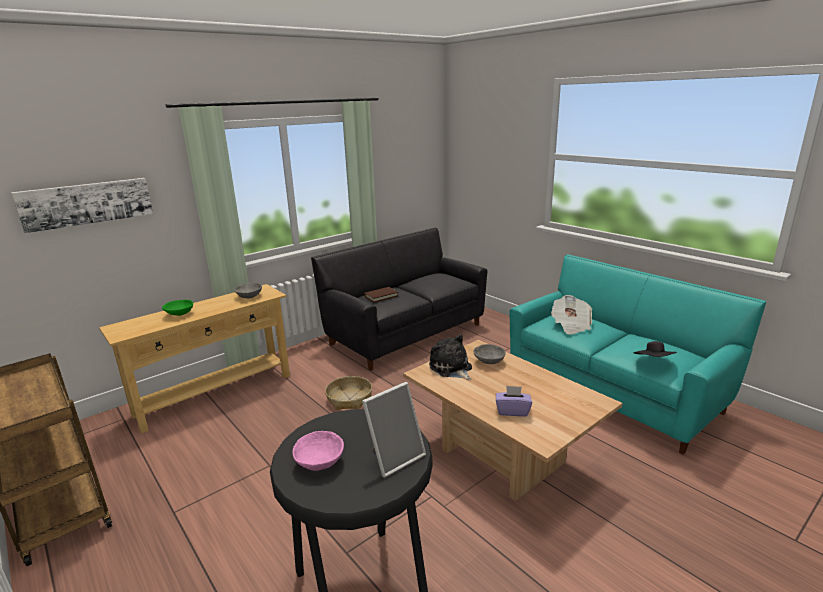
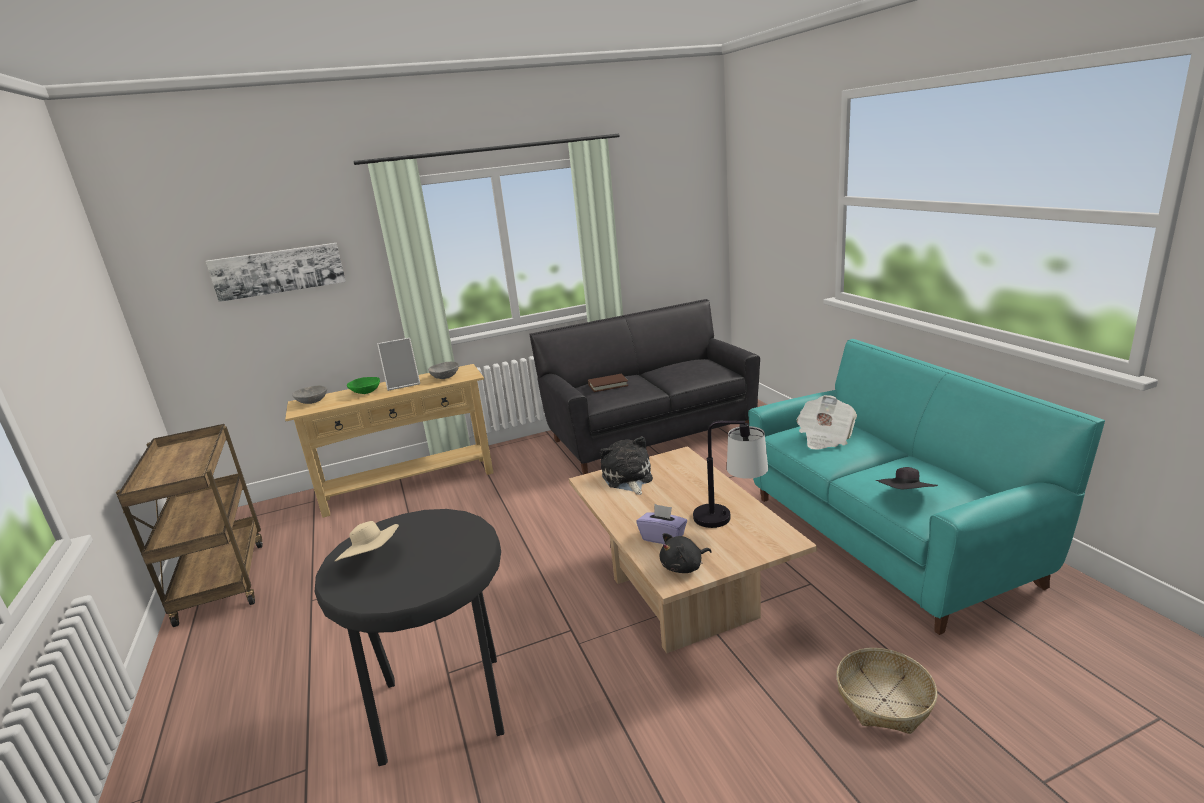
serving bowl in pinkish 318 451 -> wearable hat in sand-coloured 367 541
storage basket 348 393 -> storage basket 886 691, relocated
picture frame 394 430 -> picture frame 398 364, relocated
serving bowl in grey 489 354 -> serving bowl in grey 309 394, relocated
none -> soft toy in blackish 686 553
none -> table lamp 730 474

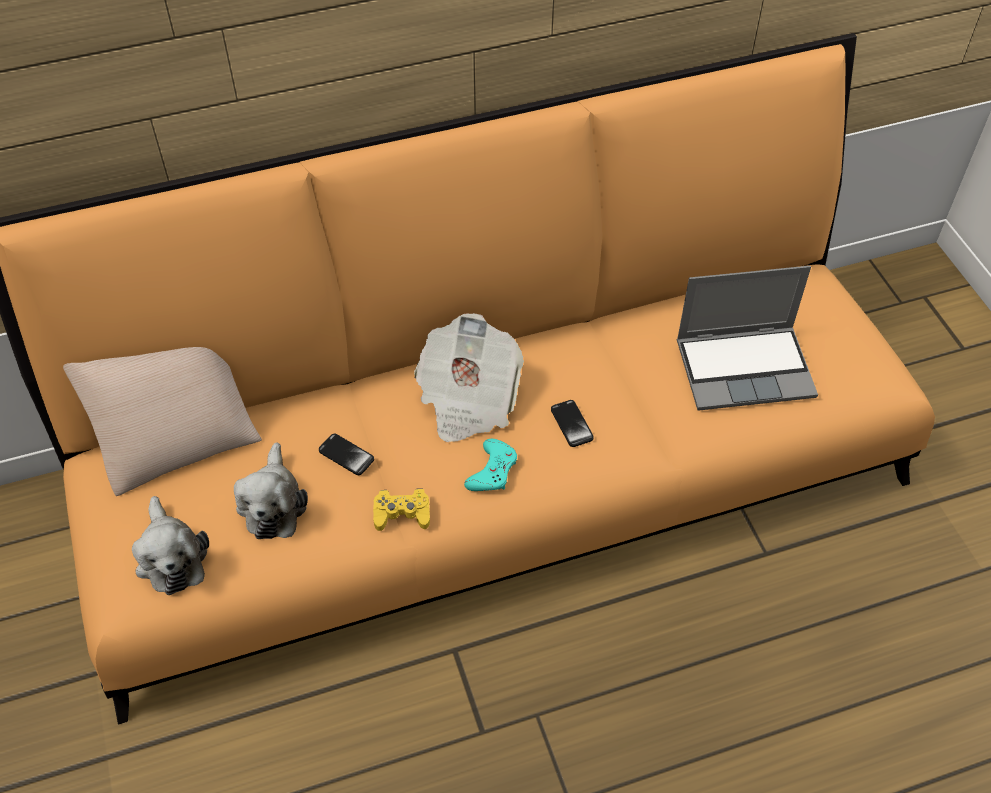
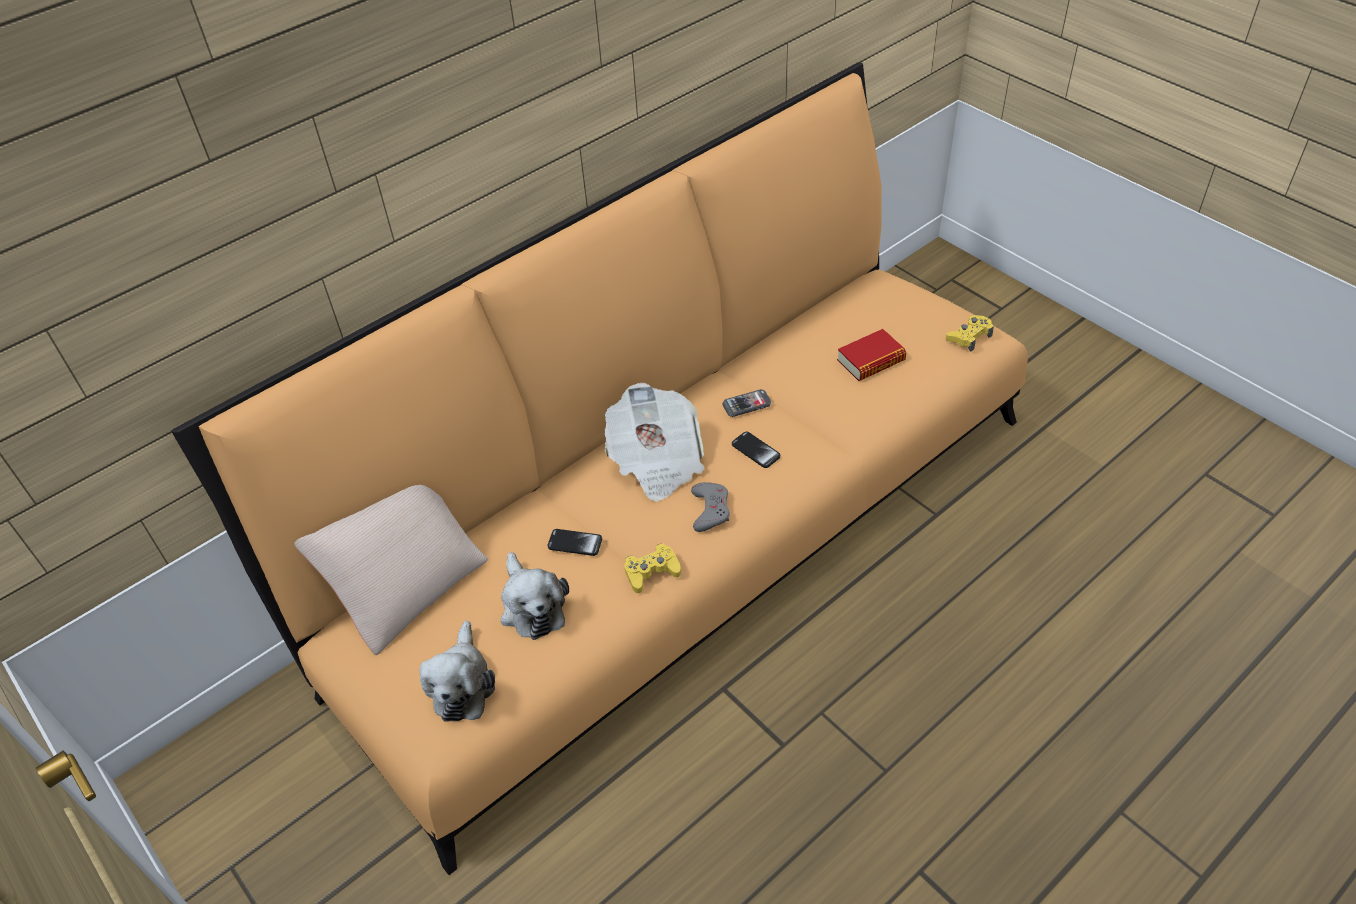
soft toy 170 545 -> soft toy 457 671, 45 degrees clockwise
game controller in blue-green 490 465 -> game controller in grey 710 507
laptop 747 338 -> book 871 355
none -> phone 746 403
none -> game controller in yellow-coloured 970 333

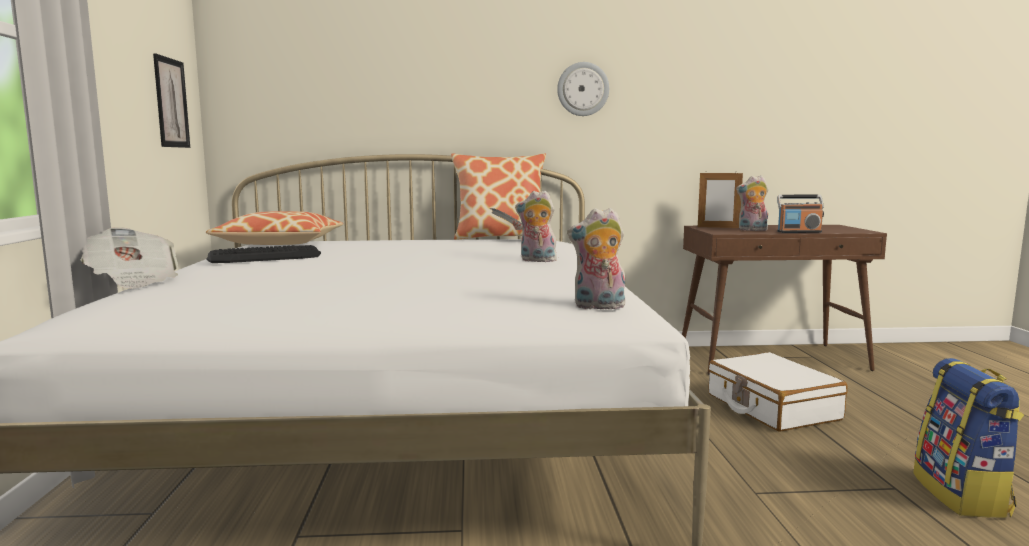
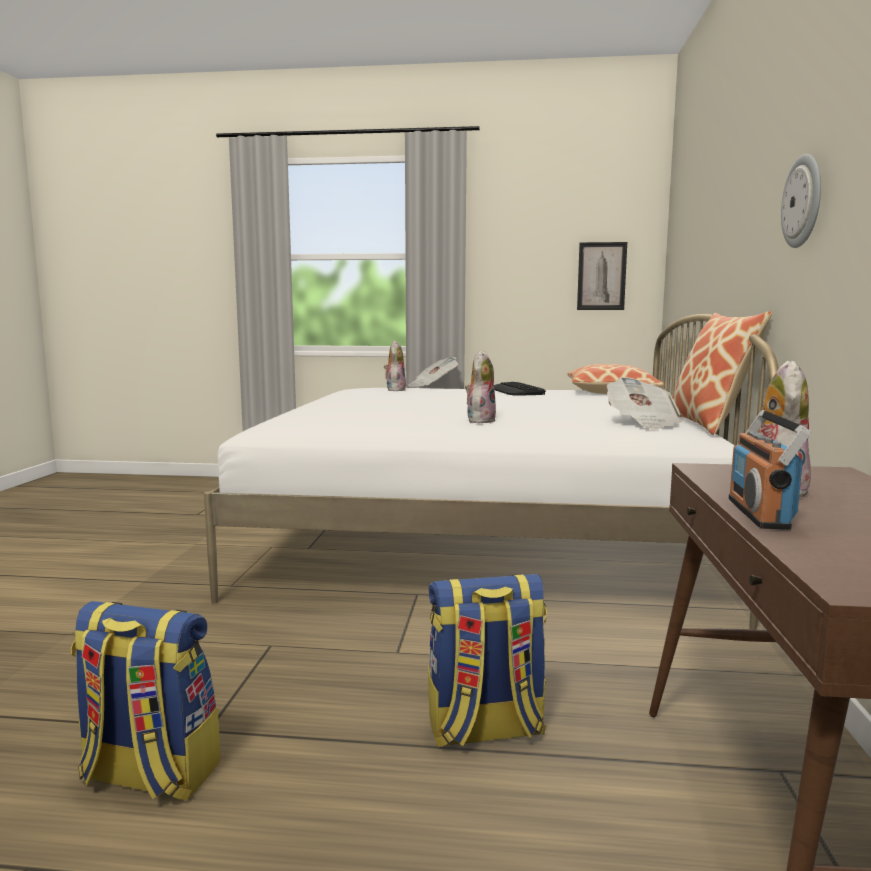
soft toy 596 258 -> soft toy 395 366, relocated
picture frame 720 199 -> none
travel case in white 778 392 -> rucksack 487 660

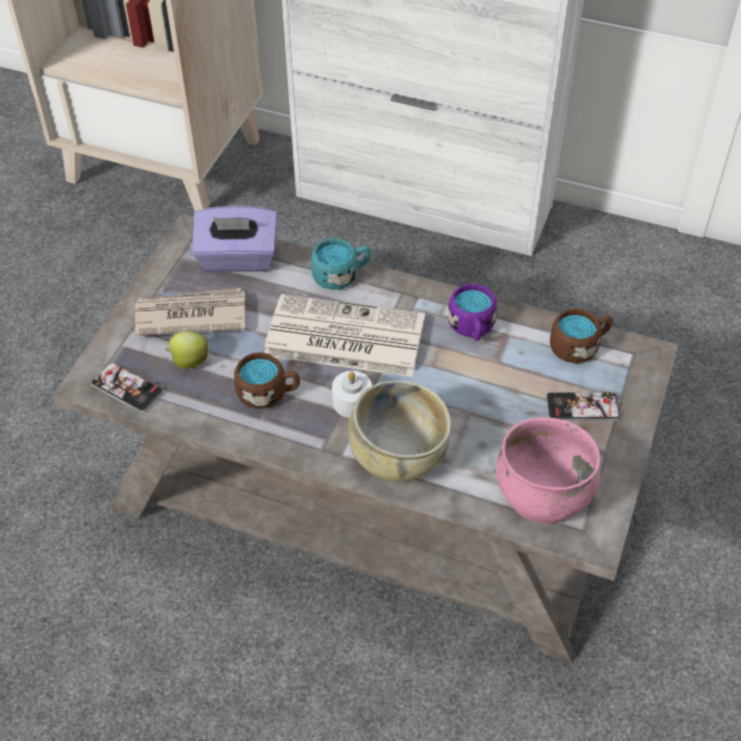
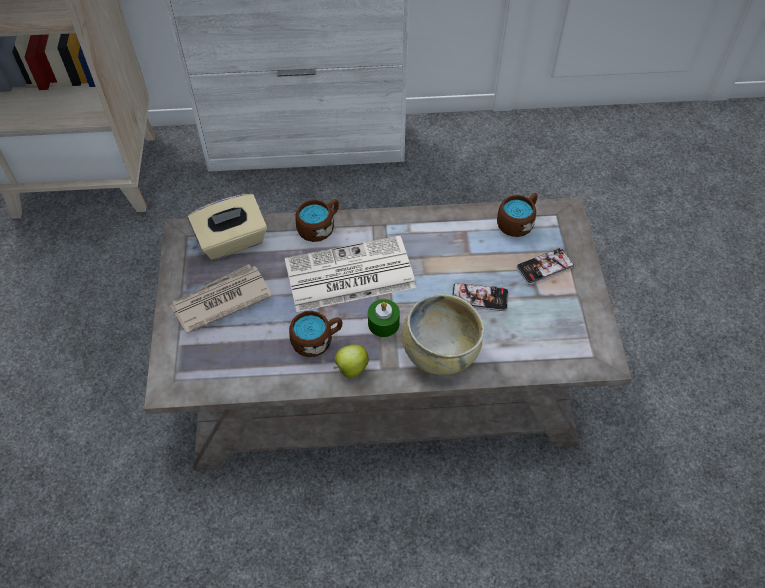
phone 127 388 -> phone 480 297, relocated
whole apple 186 350 -> whole apple 351 361, relocated
box of tissues in purple-coloured 234 239 -> box of tissues in sand-coloured 227 227
tea mug in blue-green 340 264 -> tea mug in brown-coloured 317 220
wax candle in white 352 394 -> wax candle in greenish 384 318
tea mug in purple-coloured 472 312 -> none
serving bowl in pinkish 548 470 -> none

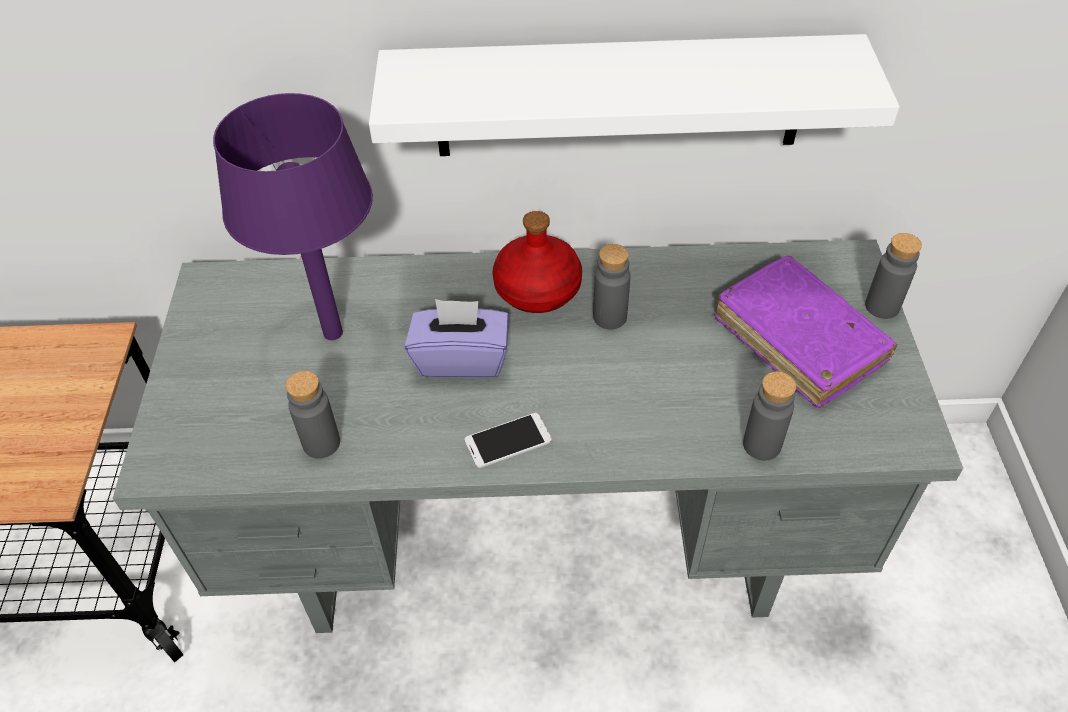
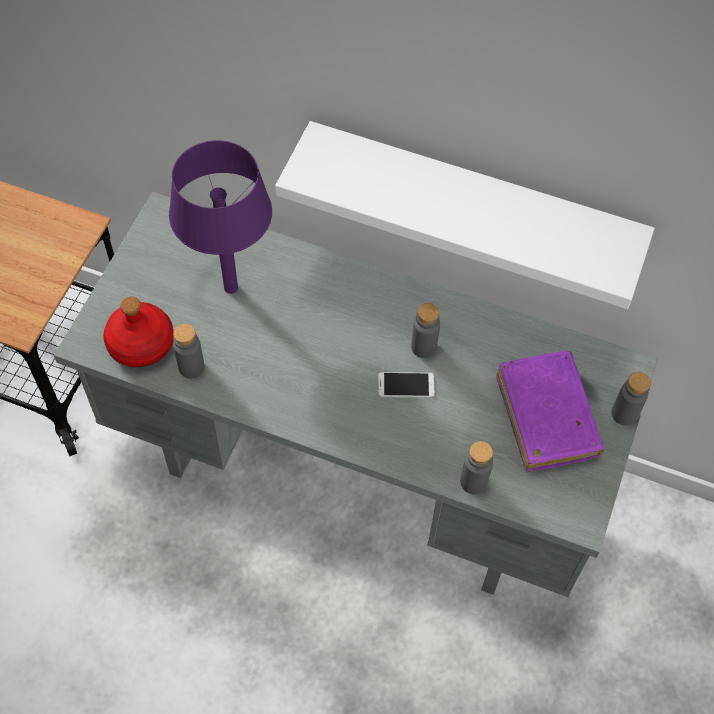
box of tissues in purple-coloured 457 338 -> none
phone 508 440 -> phone 406 385, relocated
bottle in red 537 262 -> bottle in red 138 332, relocated

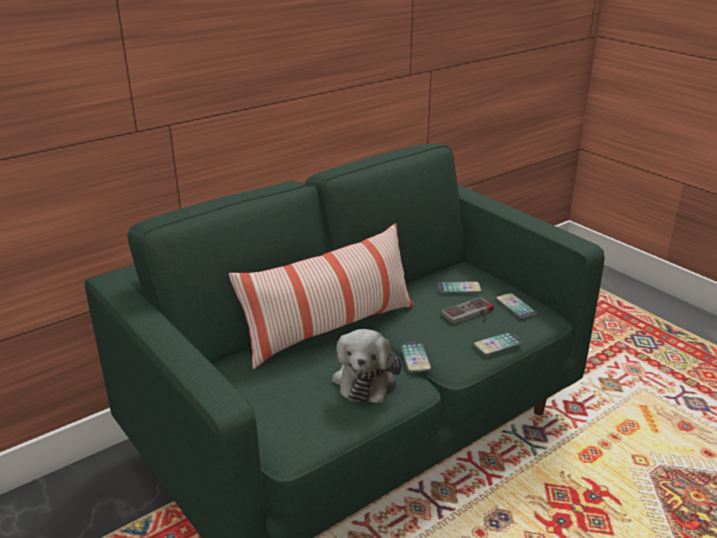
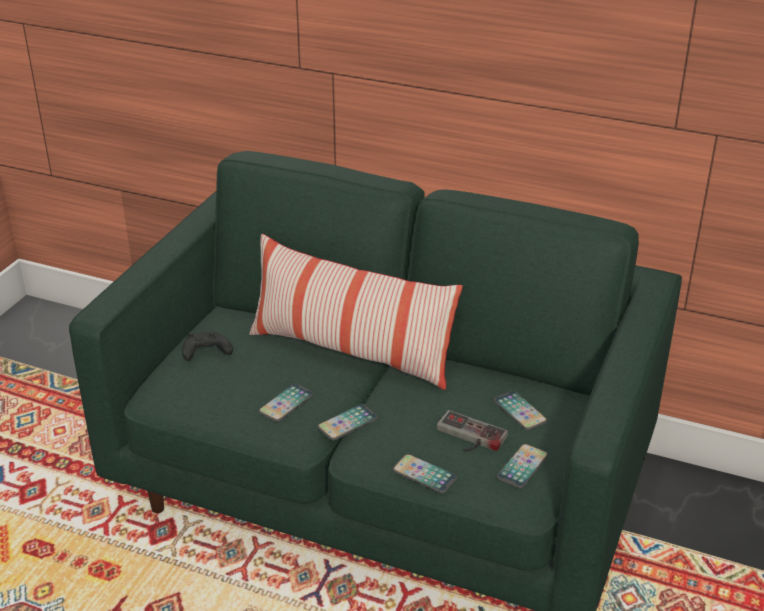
soft toy 367 366 -> phone 286 403
none -> game controller in blackish 207 346

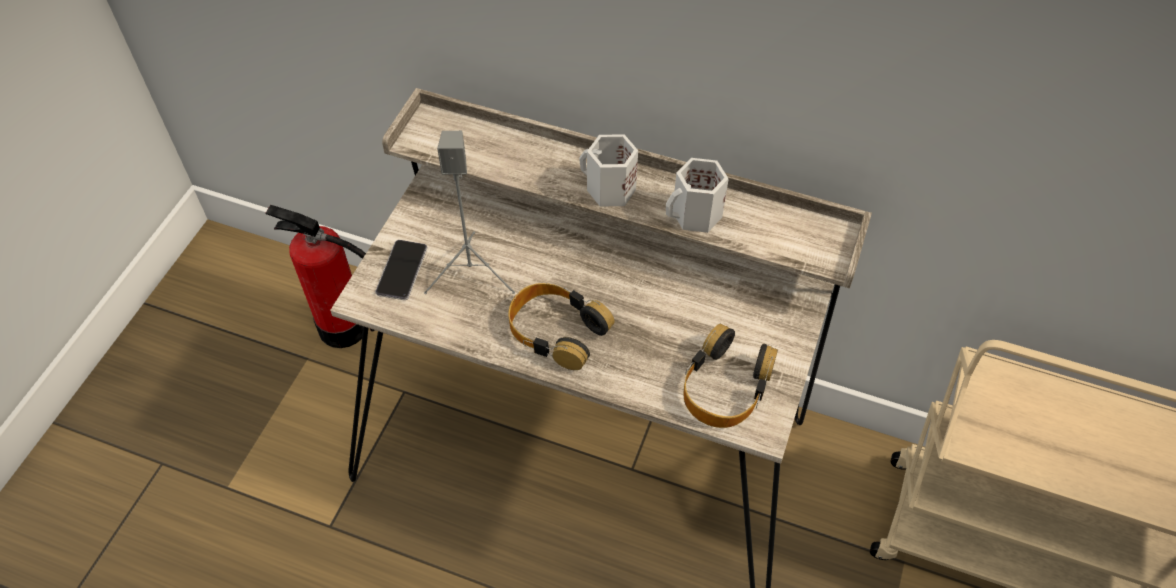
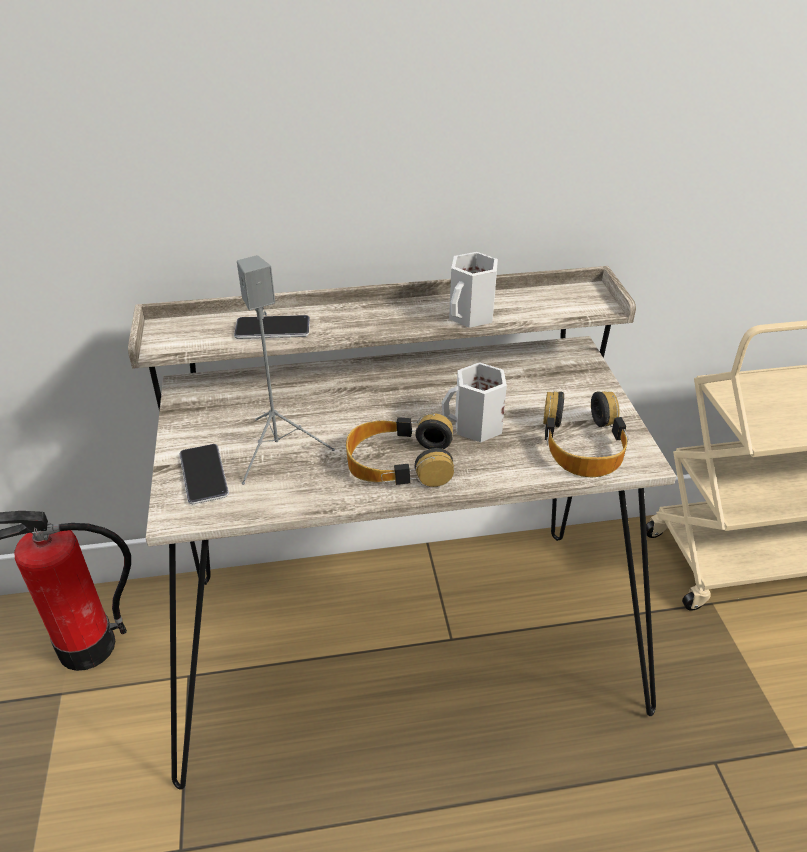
tea mug in white 608 170 -> tea mug in white 474 402, relocated
none -> phone 272 327

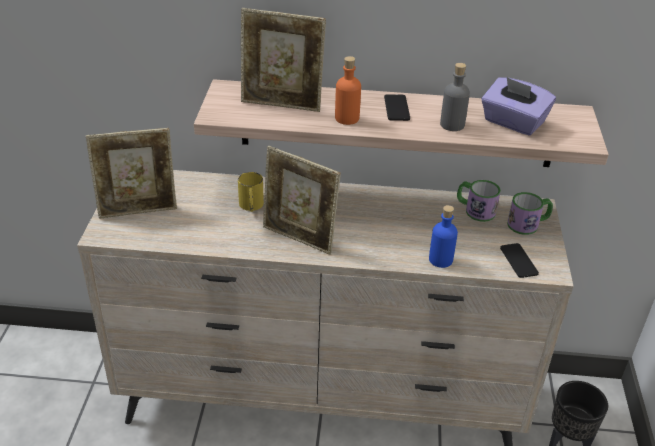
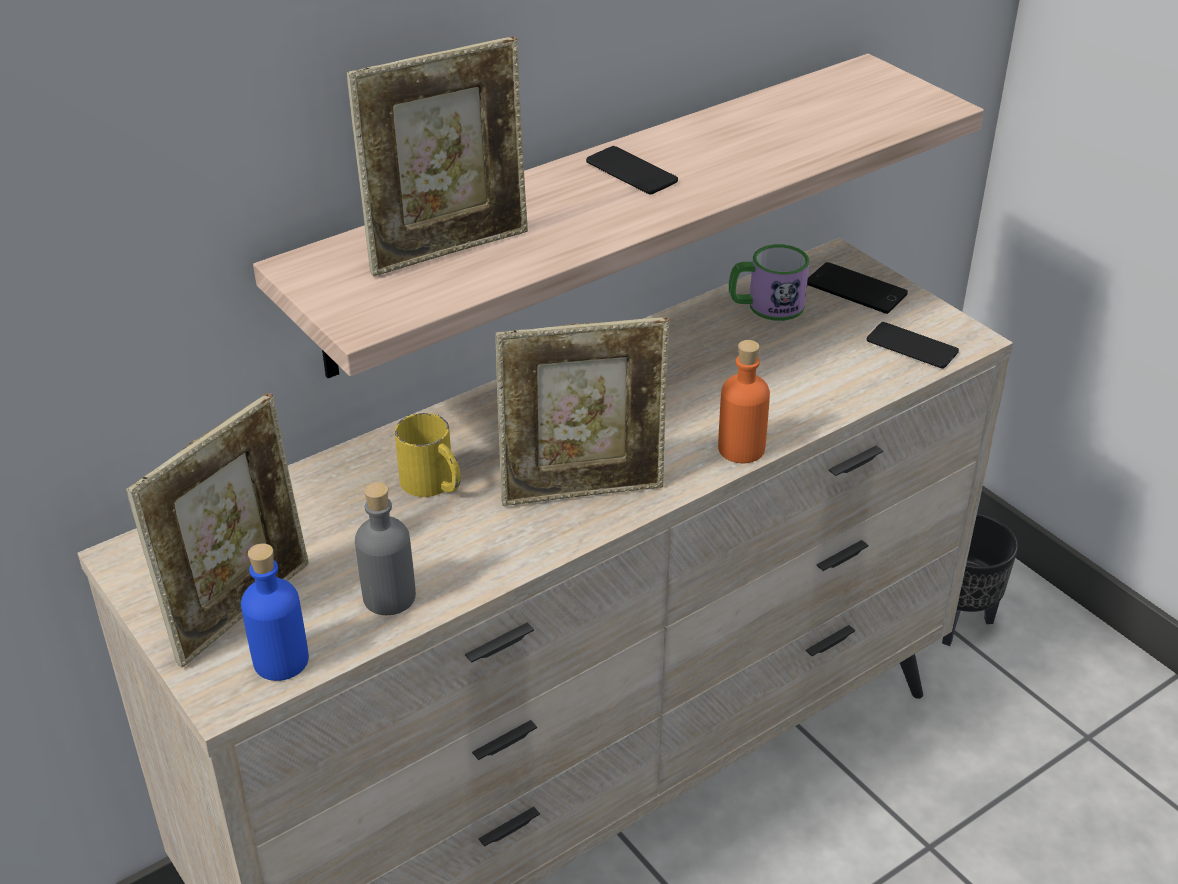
bottle in orange 348 90 -> bottle in orange 744 401, relocated
bottle in blue 443 236 -> bottle in blue 275 612, relocated
bottle in grey 455 97 -> bottle in grey 385 548, relocated
box of tissues in purple-coloured 519 106 -> none
tea mug 530 213 -> phone 857 288

